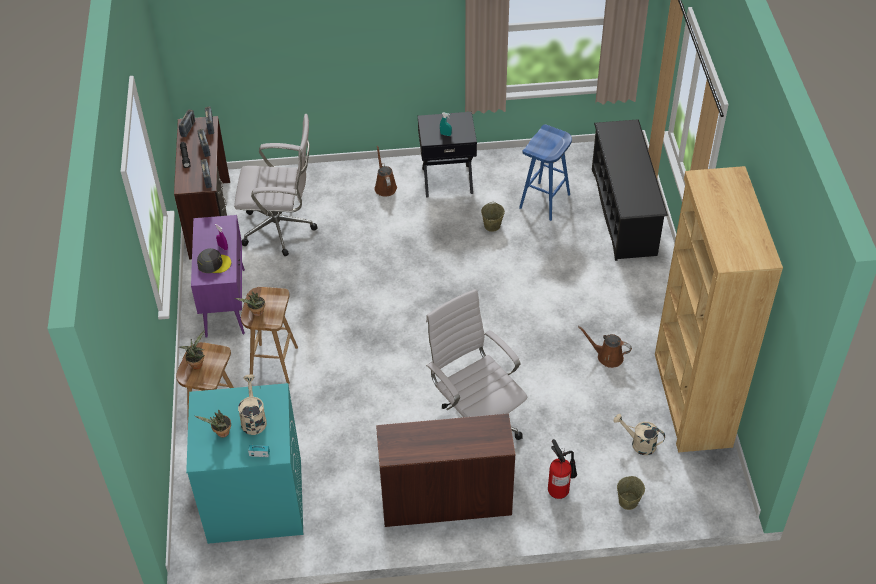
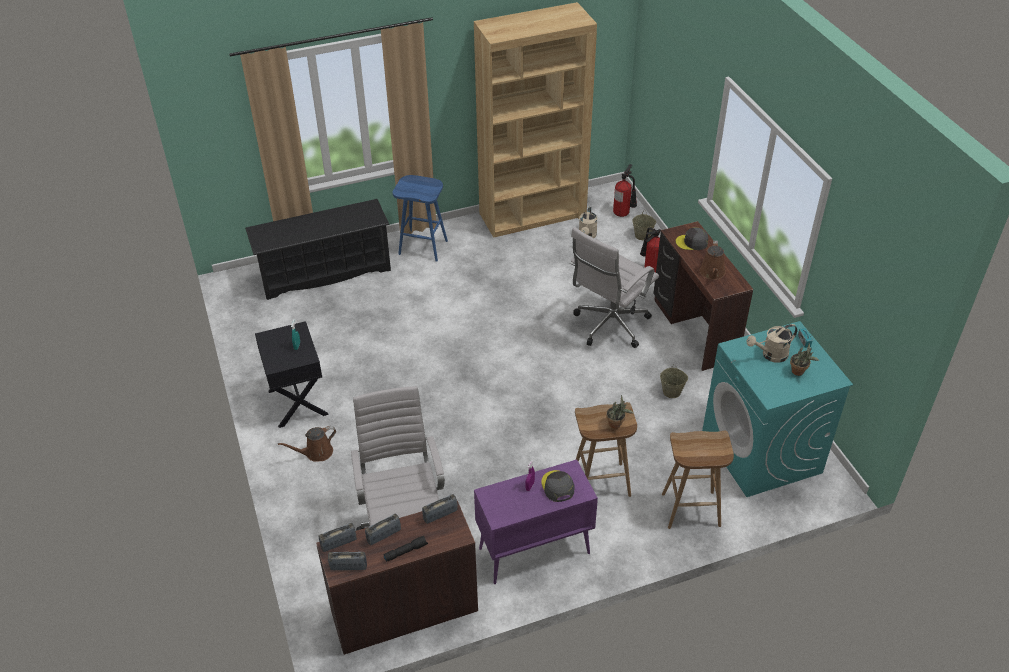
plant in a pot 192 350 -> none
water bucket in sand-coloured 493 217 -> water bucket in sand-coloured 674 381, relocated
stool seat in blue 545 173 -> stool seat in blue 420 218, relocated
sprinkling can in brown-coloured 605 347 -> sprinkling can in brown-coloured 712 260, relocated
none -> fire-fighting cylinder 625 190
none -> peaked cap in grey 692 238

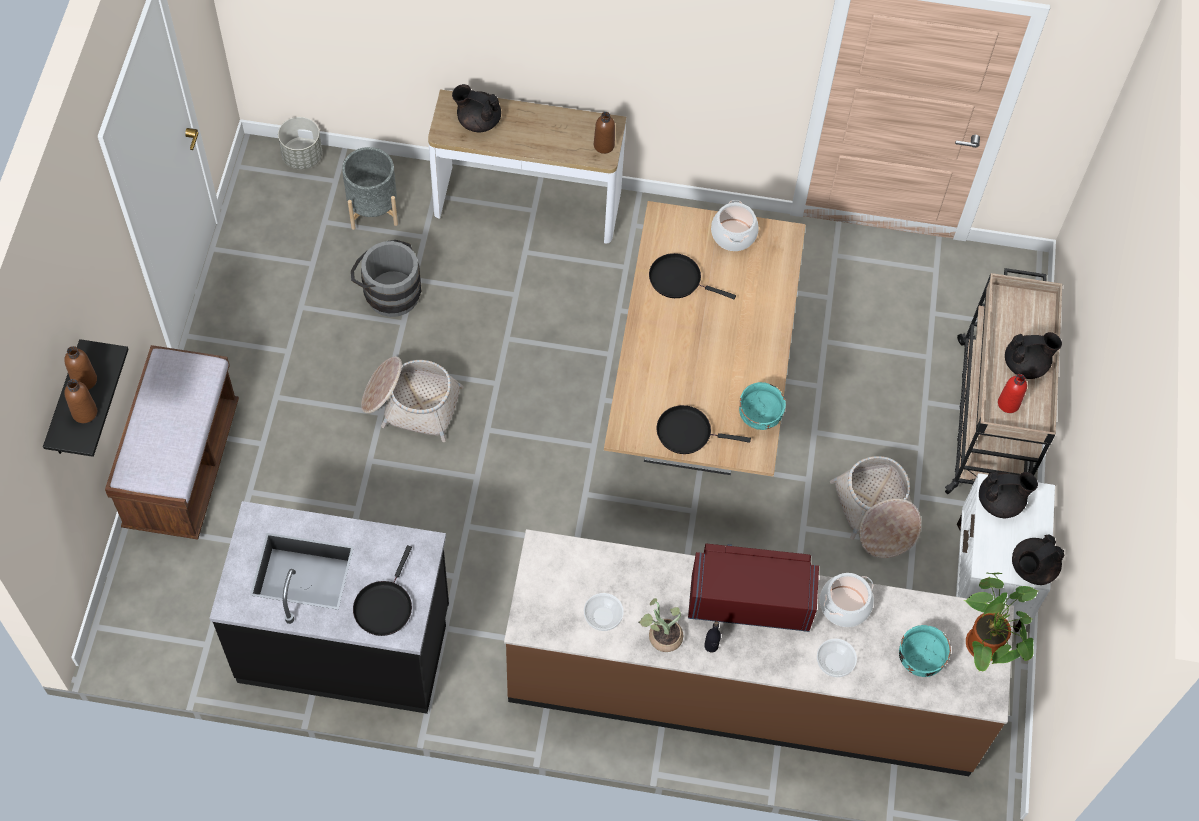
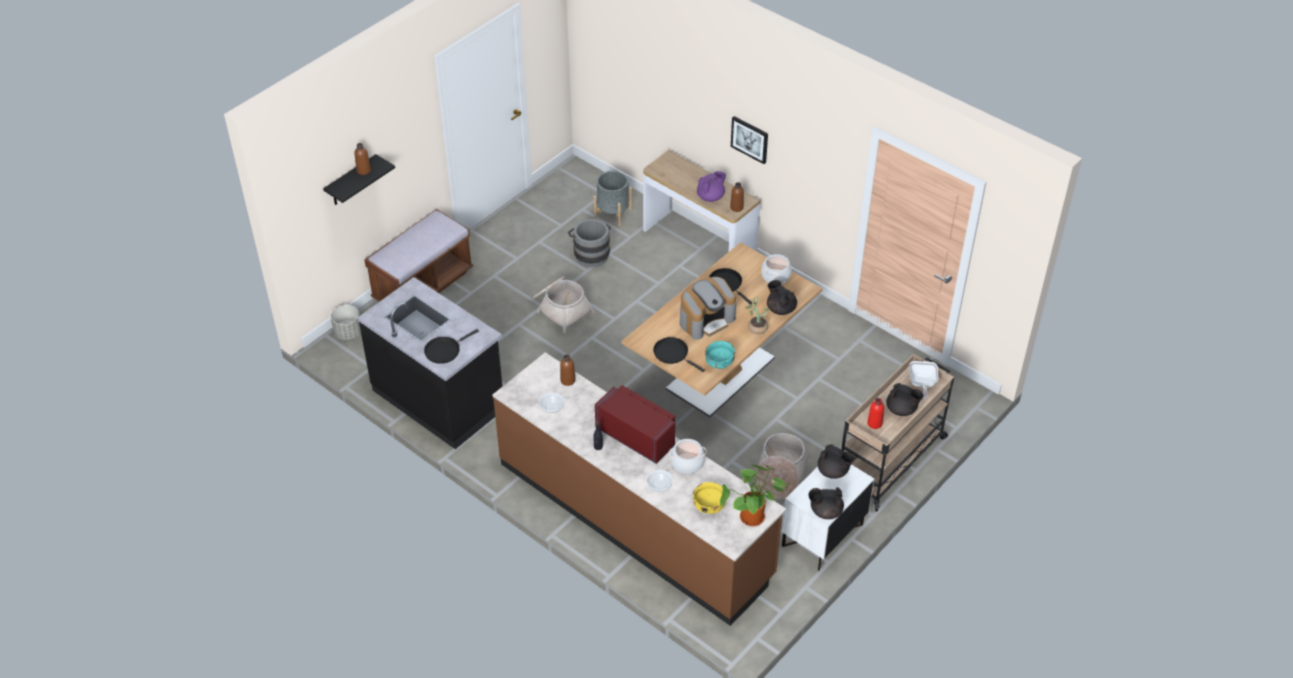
bottle in brown-coloured 80 401 -> bottle in brown-coloured 568 370, relocated
flower pot in grey 300 143 -> flower pot in grey 346 322, relocated
tea pot in blackish 476 108 -> tea pot in blackish 782 297, relocated
plant in a pot 661 625 -> plant in a pot 757 315, relocated
serving bowl in blue-green 925 651 -> serving bowl in yellow-coloured 709 498
none -> coffee machine 708 308
none -> tea pot in purple-coloured 711 186
none -> wall art 749 140
none -> pan 924 380

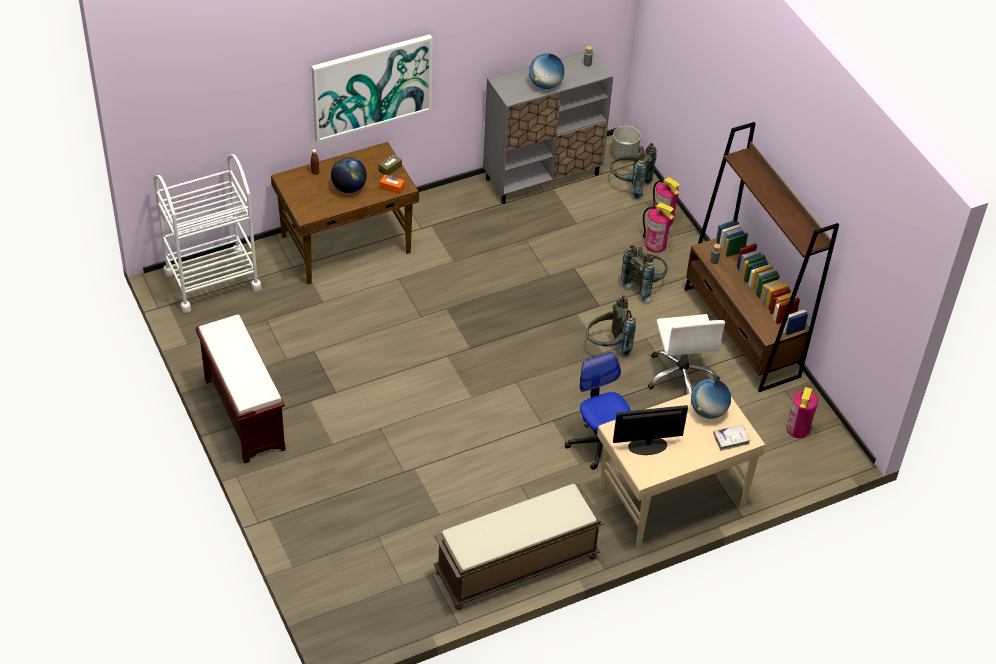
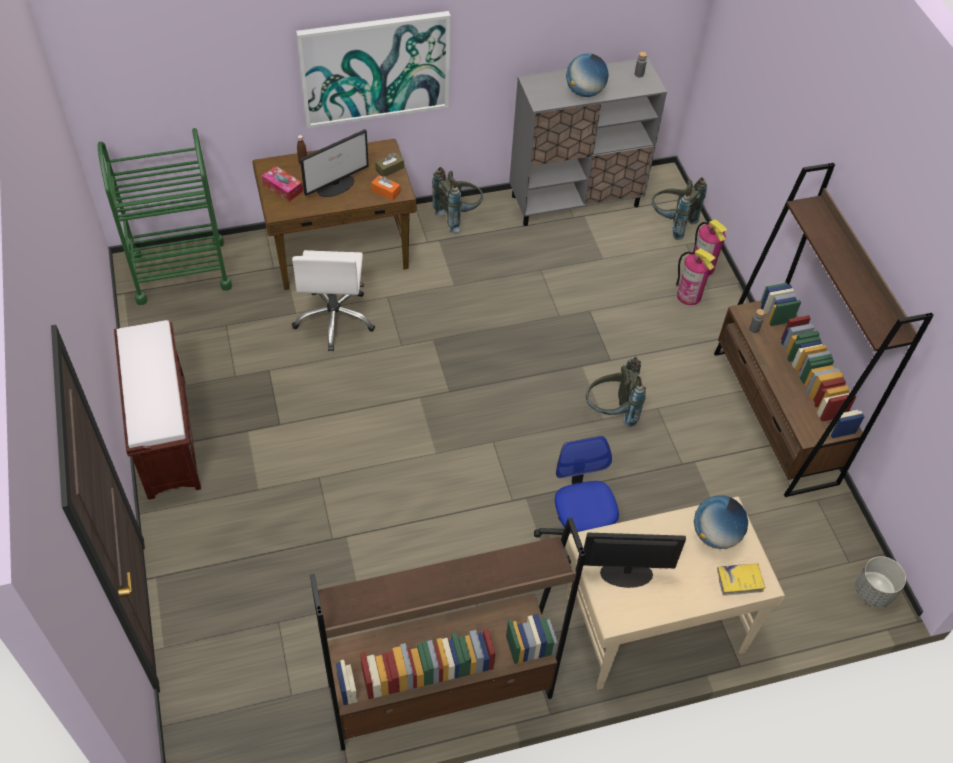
wheeled cart in white 207 233 -> wheeled cart in greenish 165 216
desk globe 349 175 -> monitor 334 163
long seat in brown-coloured 519 547 -> bookcase in brown-coloured 448 634
flower pot in grey 626 143 -> flower pot in grey 880 581, relocated
rucksack in grey 644 273 -> rucksack in grey 457 200, relocated
computer chair in white 686 354 -> computer chair in white 333 300, relocated
book in white 731 437 -> book in yellow-coloured 741 579
fire-fighting cylinder 802 412 -> none
none -> box of tissues 282 184

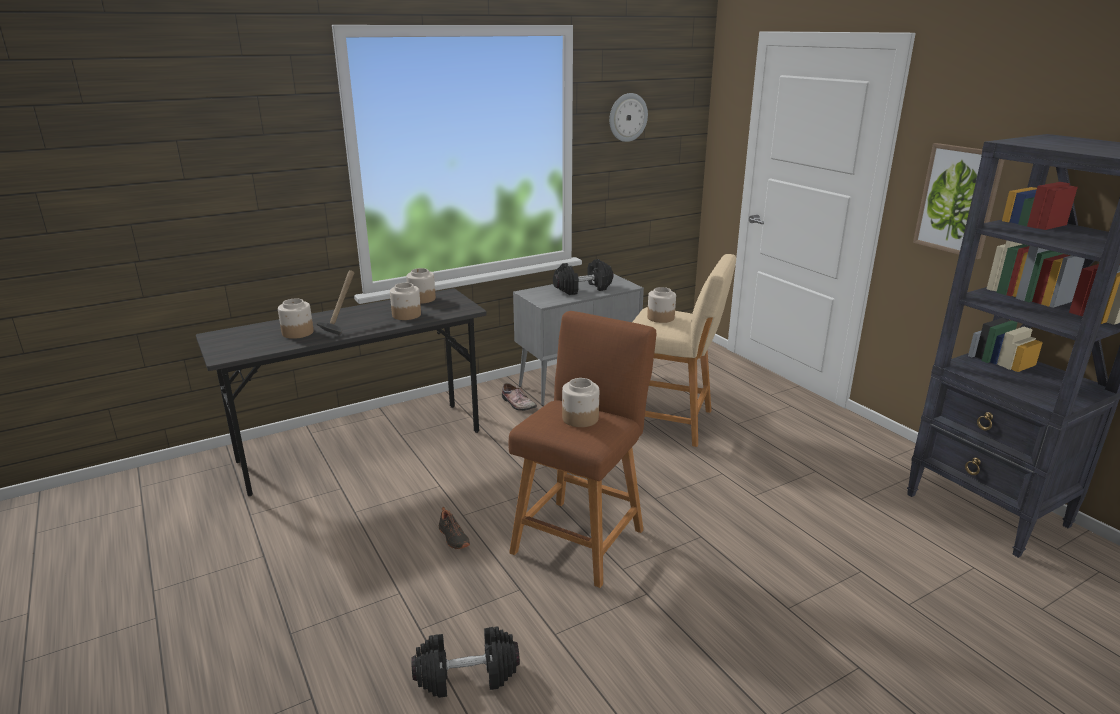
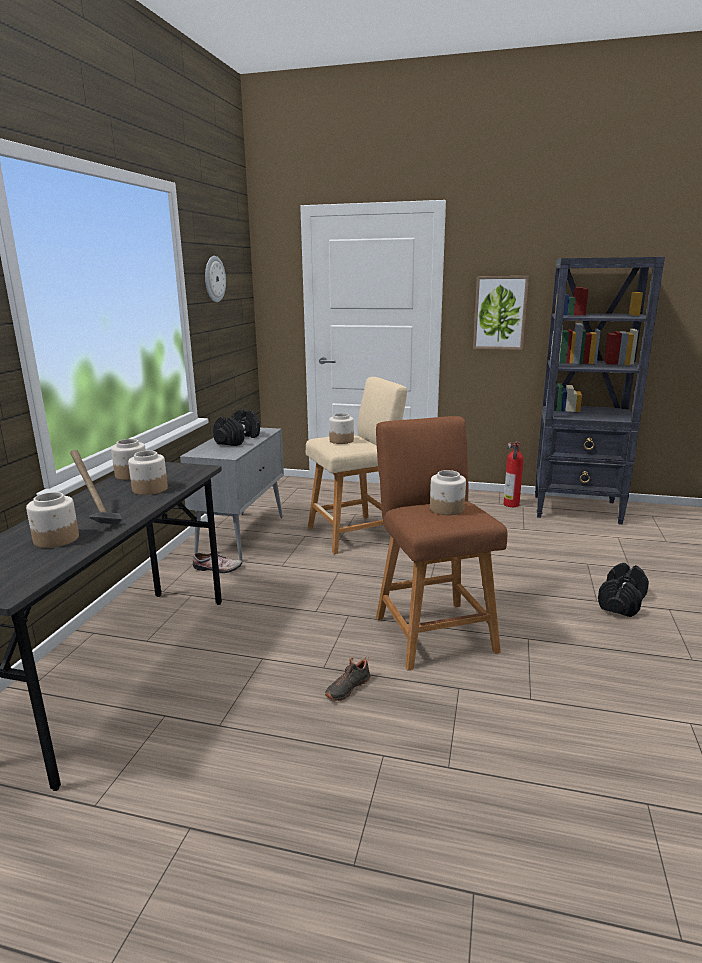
hand weight in blackish 465 662 -> hand weight in blackish 623 590, relocated
low shoe in blackish 454 528 -> low shoe in blackish 347 678, 120 degrees clockwise
none -> fire-fighting cylinder 513 473

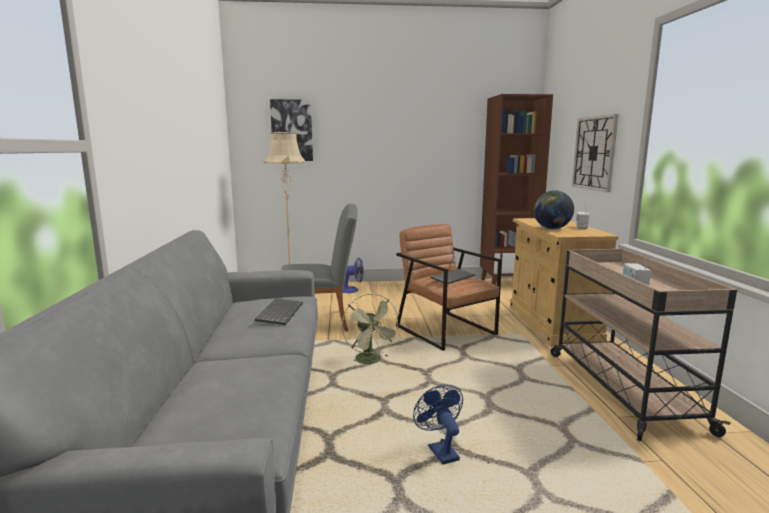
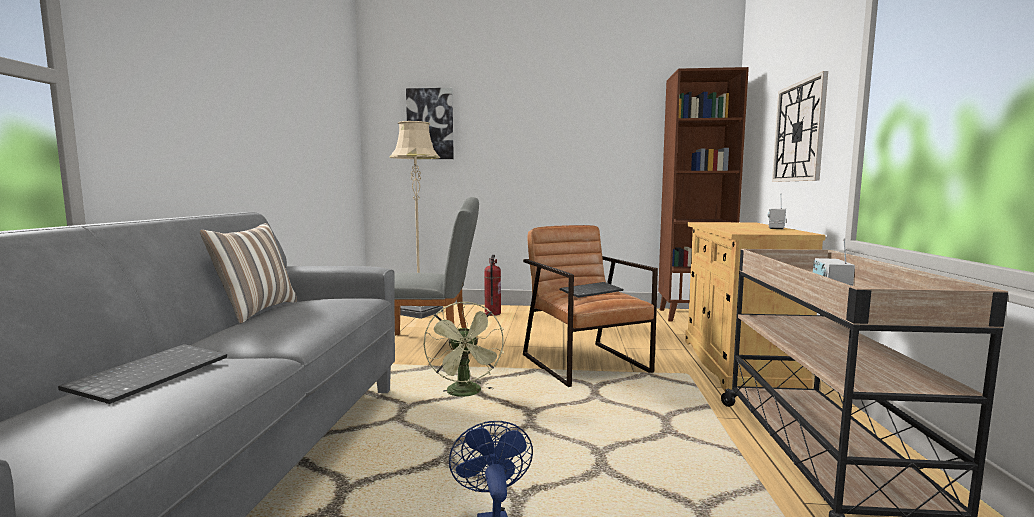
keyboard 279 311 -> keyboard 142 374, relocated
fan 353 275 -> fire-fighting cylinder 492 285
desk globe 554 209 -> none
none -> cushion 248 273

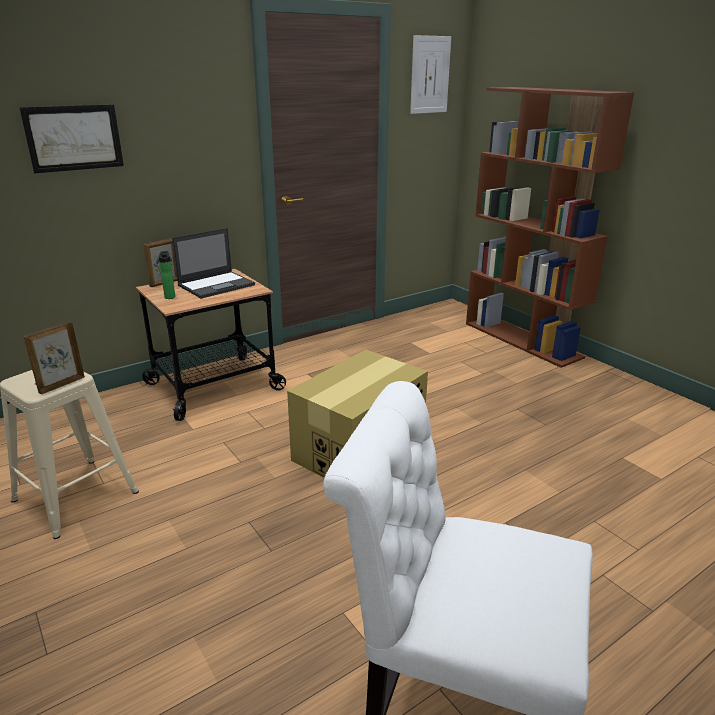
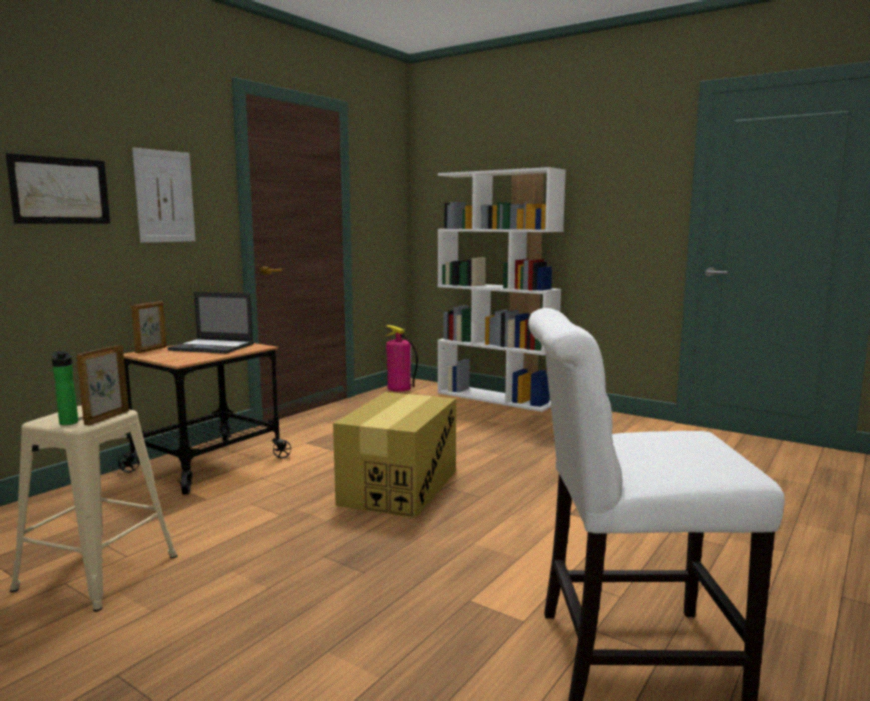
bottle 167 275 -> bottle 65 388, relocated
laptop 213 263 -> laptop 210 323, 75 degrees clockwise
wall art 430 74 -> wall art 163 195, relocated
bookcase in brown-coloured 550 227 -> bookcase in white 502 289
none -> fire-fighting cylinder 401 358

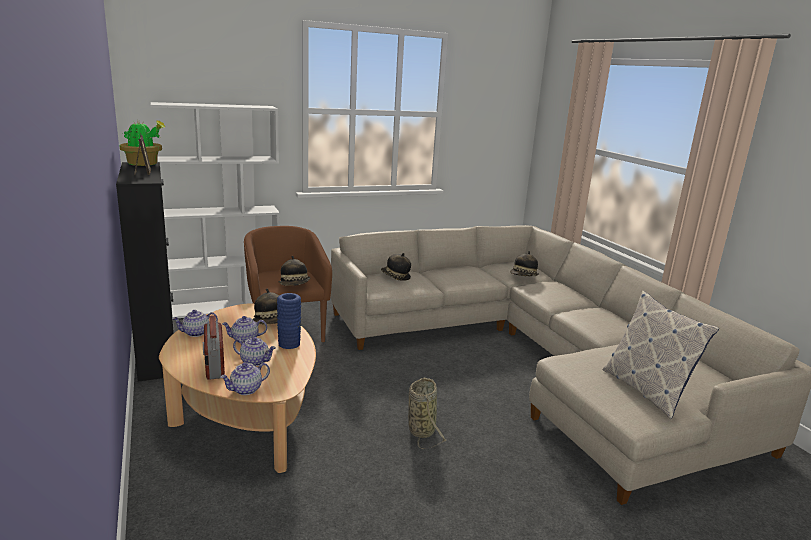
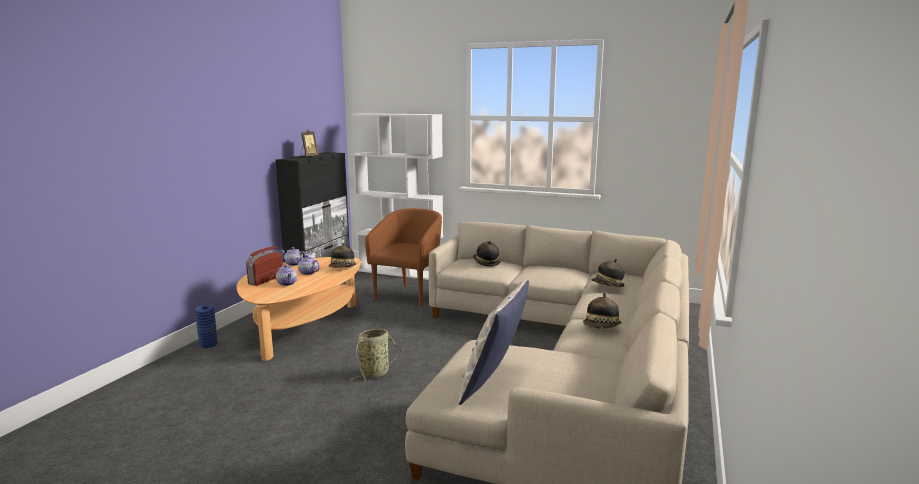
plant in a pot 142 142 -> none
tea pot 245 379 -> none
vase in blue 289 321 -> vase in blue 206 326, relocated
wearable hat 294 271 -> wearable hat 602 310, relocated

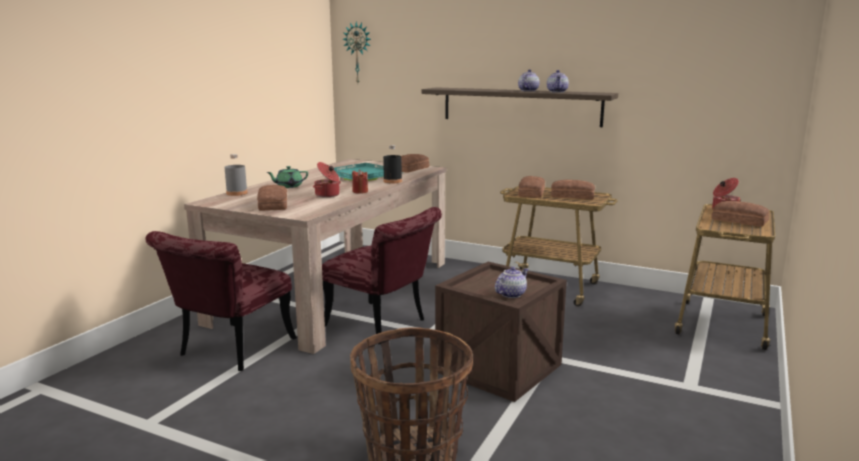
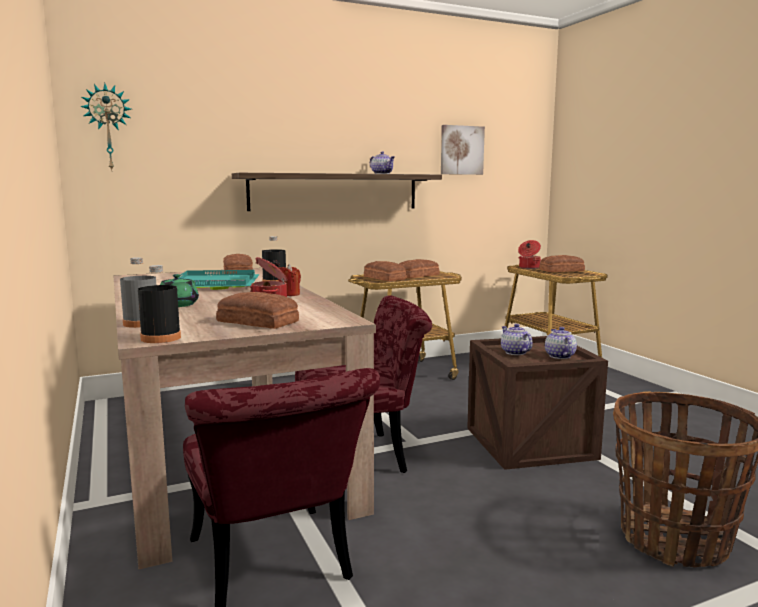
tea pot 529 80 -> tea pot 517 339, relocated
none -> bottle in blackish 159 304
none -> wall art 463 150

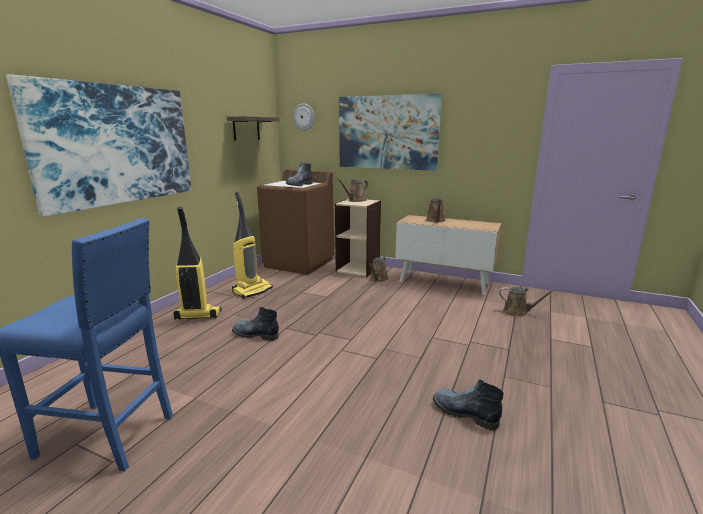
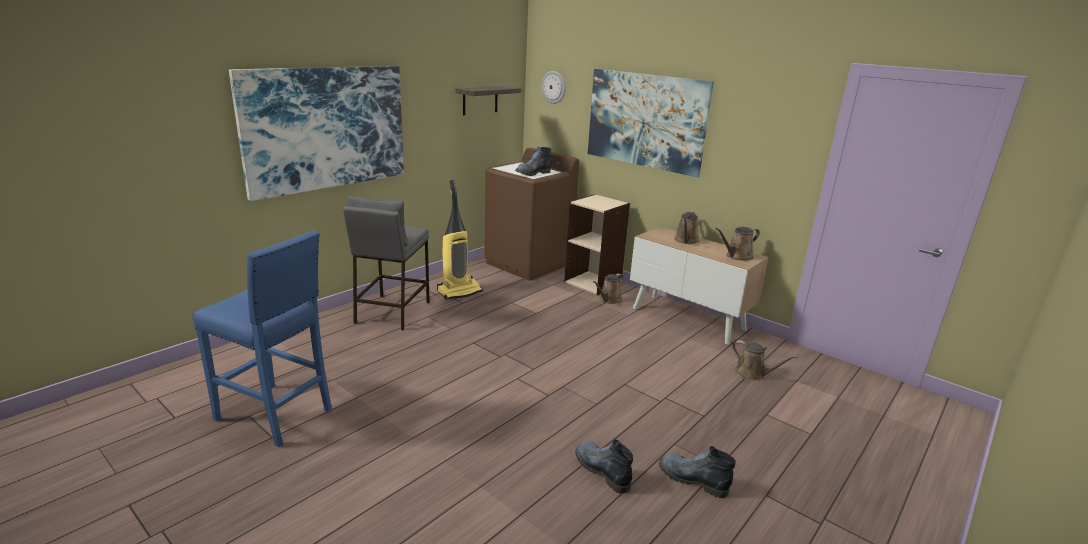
vacuum 197 263 -> stool seat in grey 386 263
high-top boot 255 324 -> high-top boot 697 472, relocated
sprinkling can in brown-coloured 352 190 -> sprinkling can in brown-coloured 738 244, relocated

